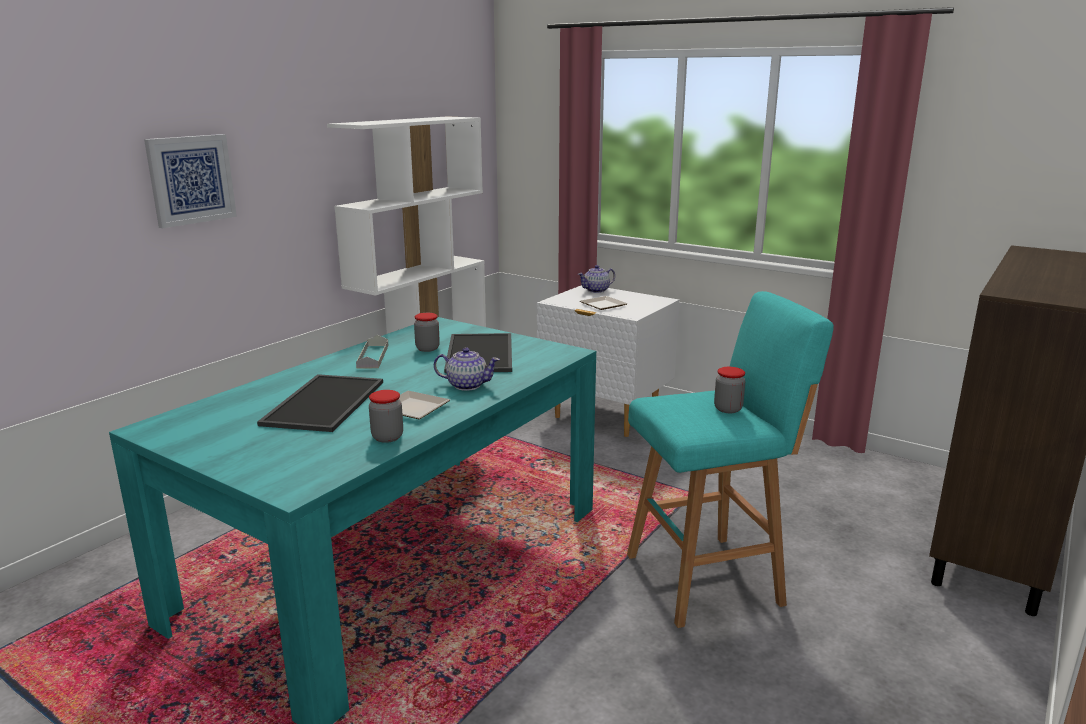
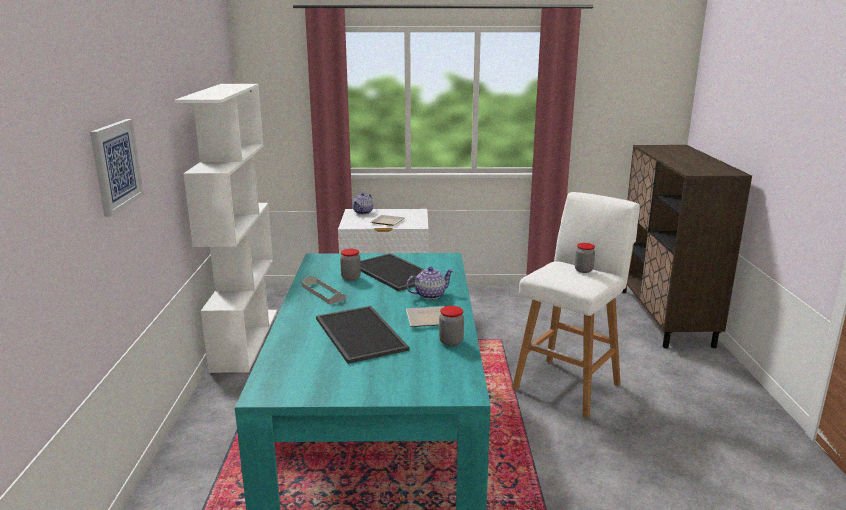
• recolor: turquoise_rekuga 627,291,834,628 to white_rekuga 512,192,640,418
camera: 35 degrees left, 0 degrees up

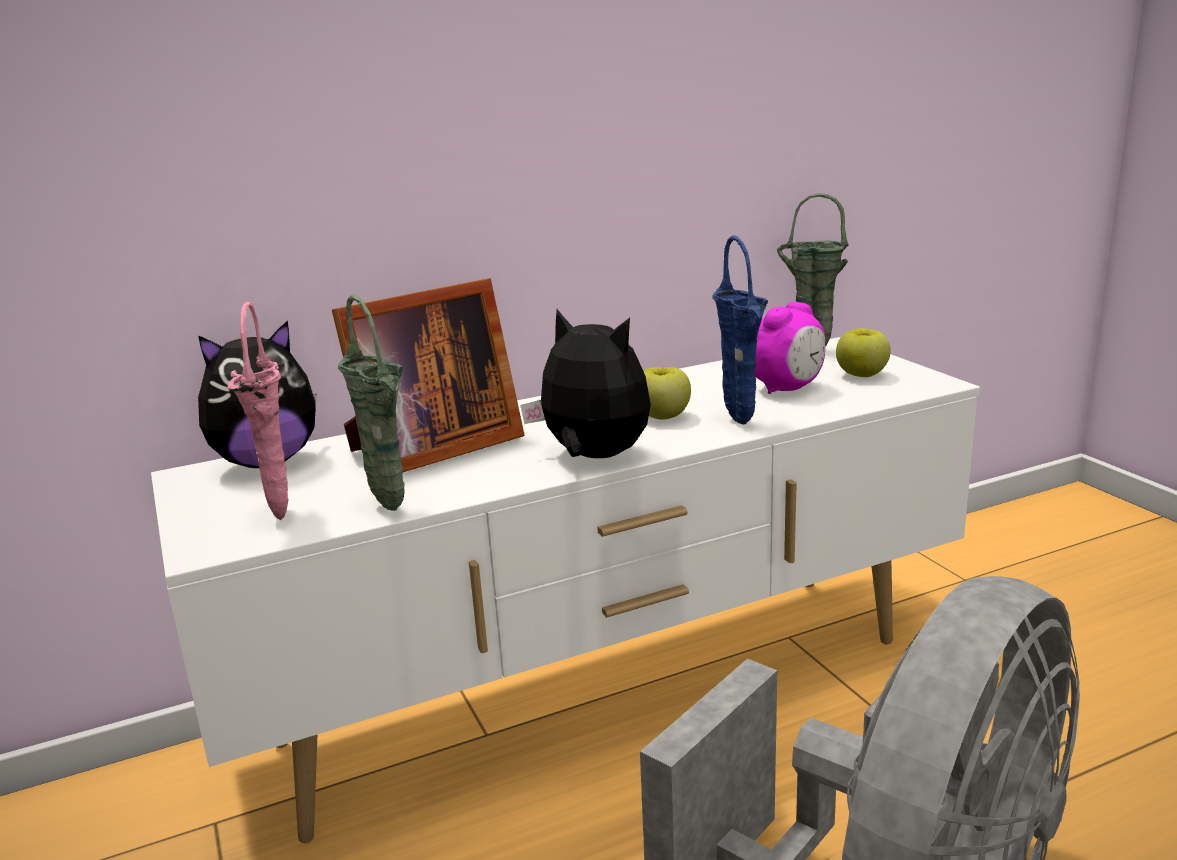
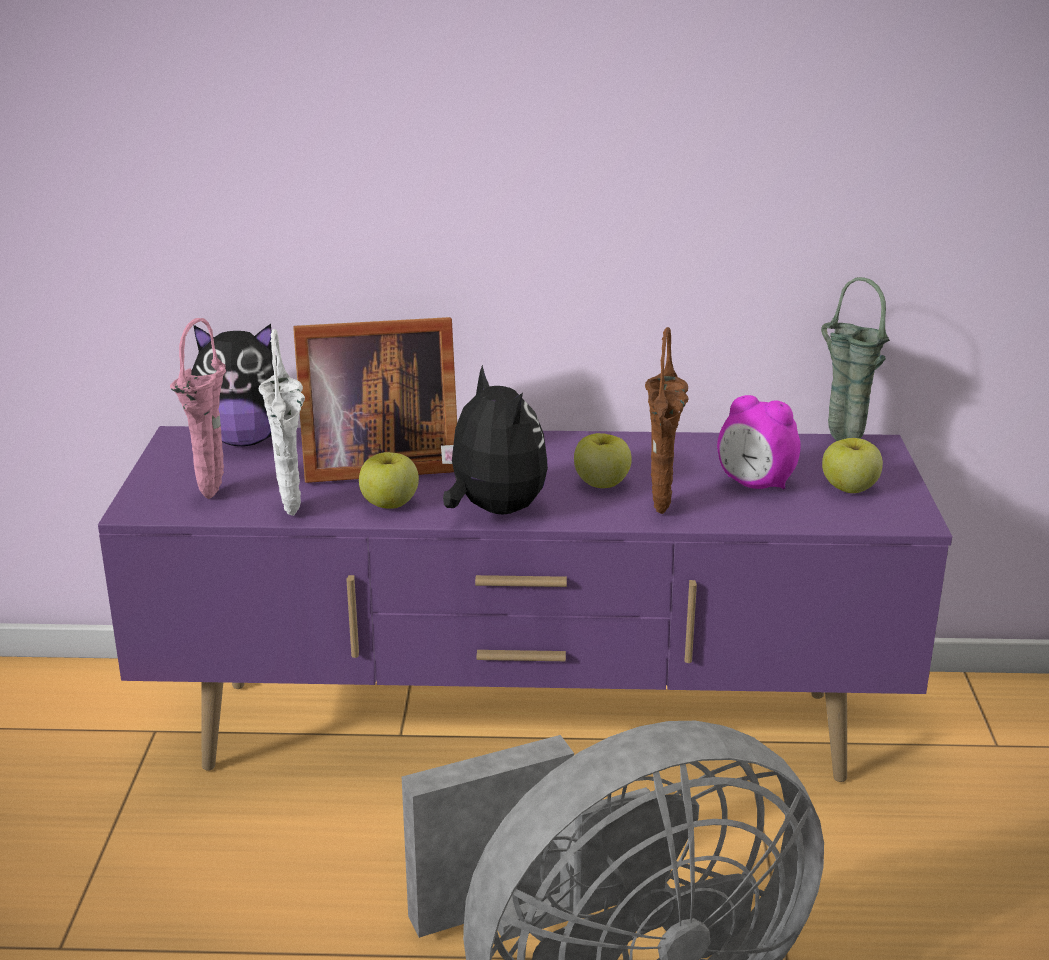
• recolor: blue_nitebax 712,235,768,425 to brown_nitebax 645,327,689,514
• recolor: green_nitebax 338,294,405,511 to white_nitebax 259,329,305,515
• rotate: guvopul 755,302,825,394 = 717,395,801,489 45 degrees clockwise
• recolor: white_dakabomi 151,337,980,843 to purple_dakabomi 98,426,952,782
• insert: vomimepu 359,452,419,509
camera: 25 degrees right, 5 degrees up

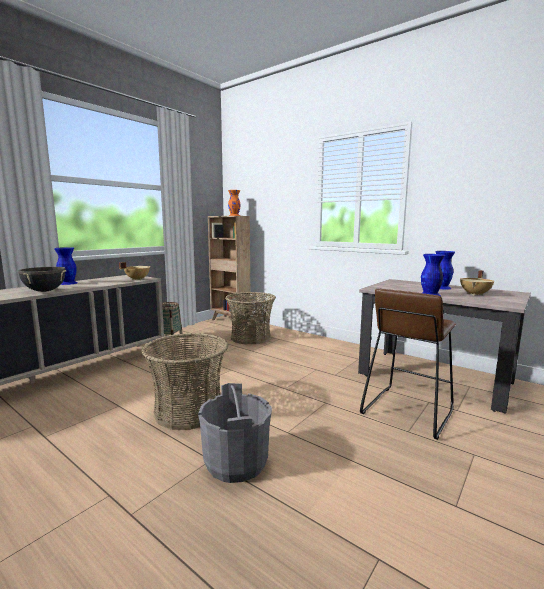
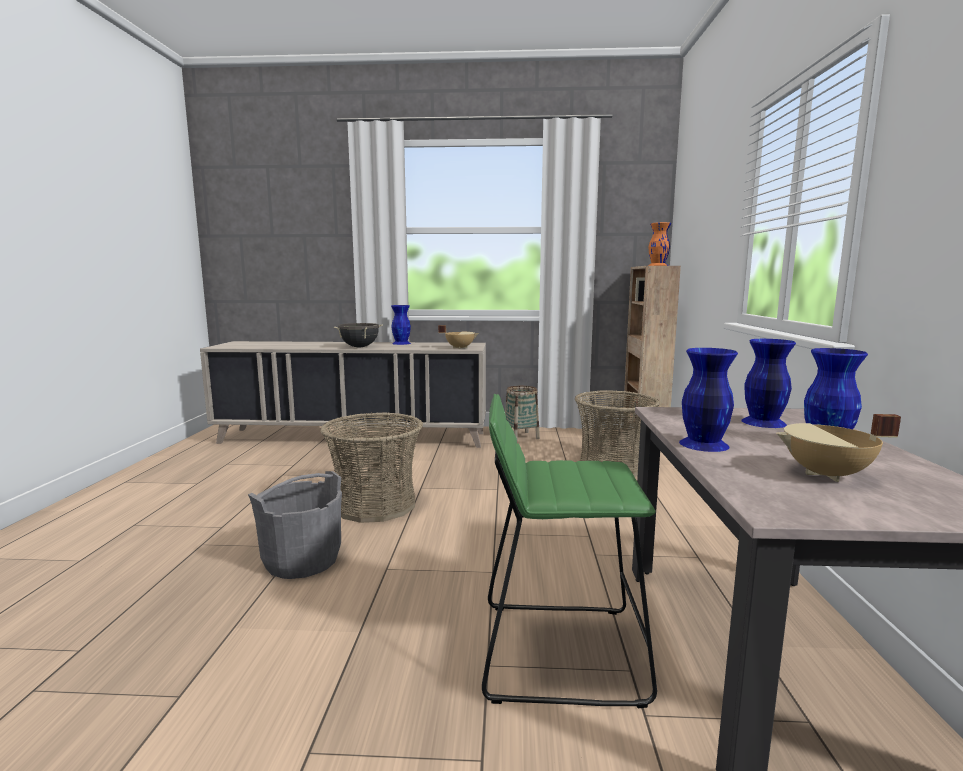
• recolor: brown_rekuga 360,289,456,440 to green_rekuga 482,394,657,708
• insert: blue_nitebax 741,339,796,428
camera: 55 degrees right, 0 degrees up

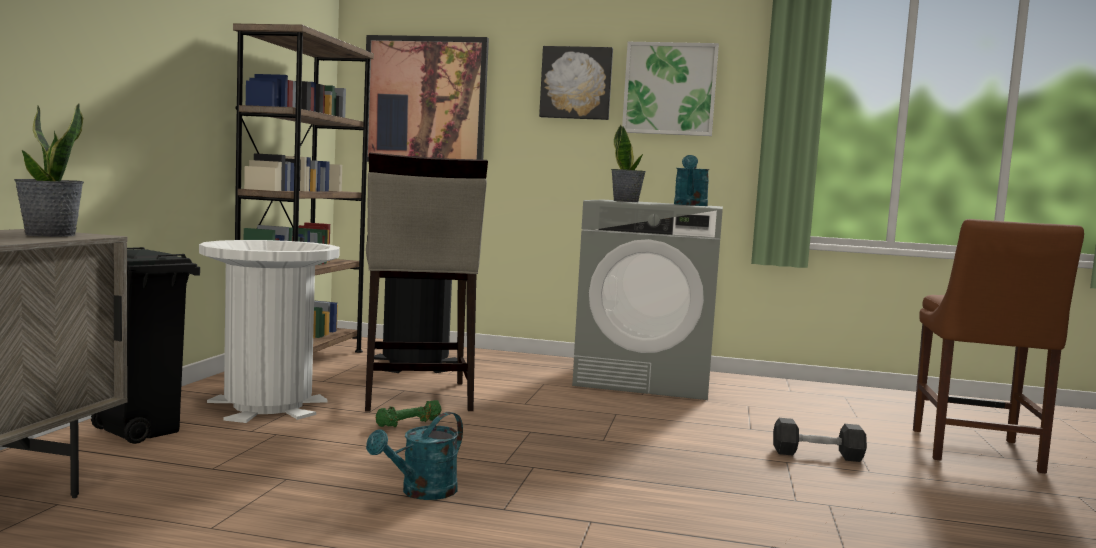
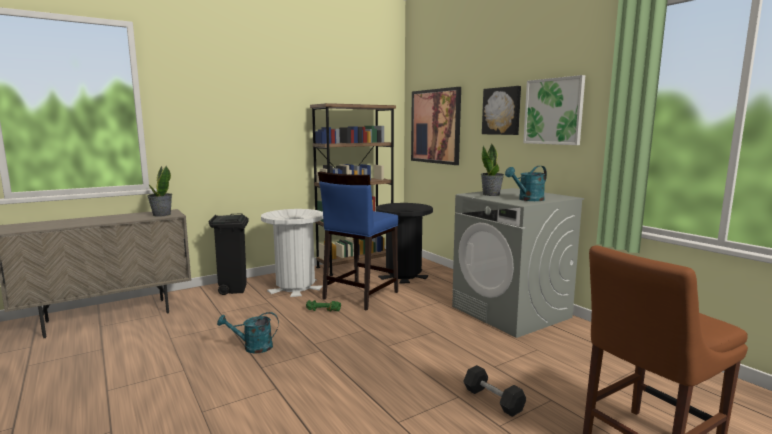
• recolor: beige_rekuga 365,153,488,412 to blue_rekuga 318,171,398,311
camera: 45 degrees right, 5 degrees up

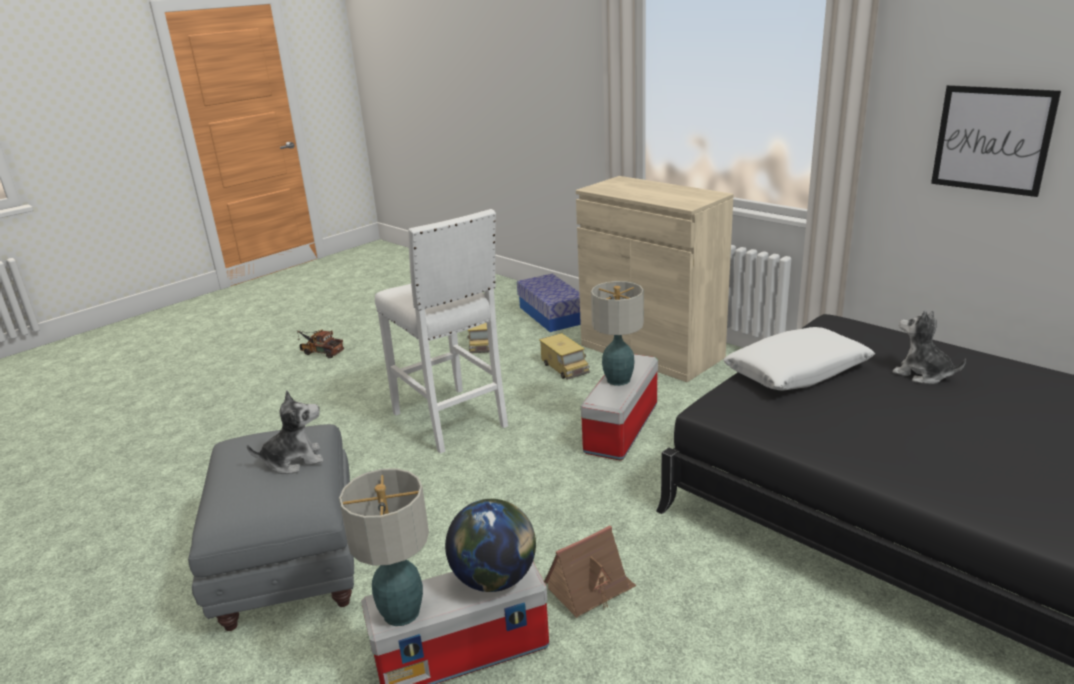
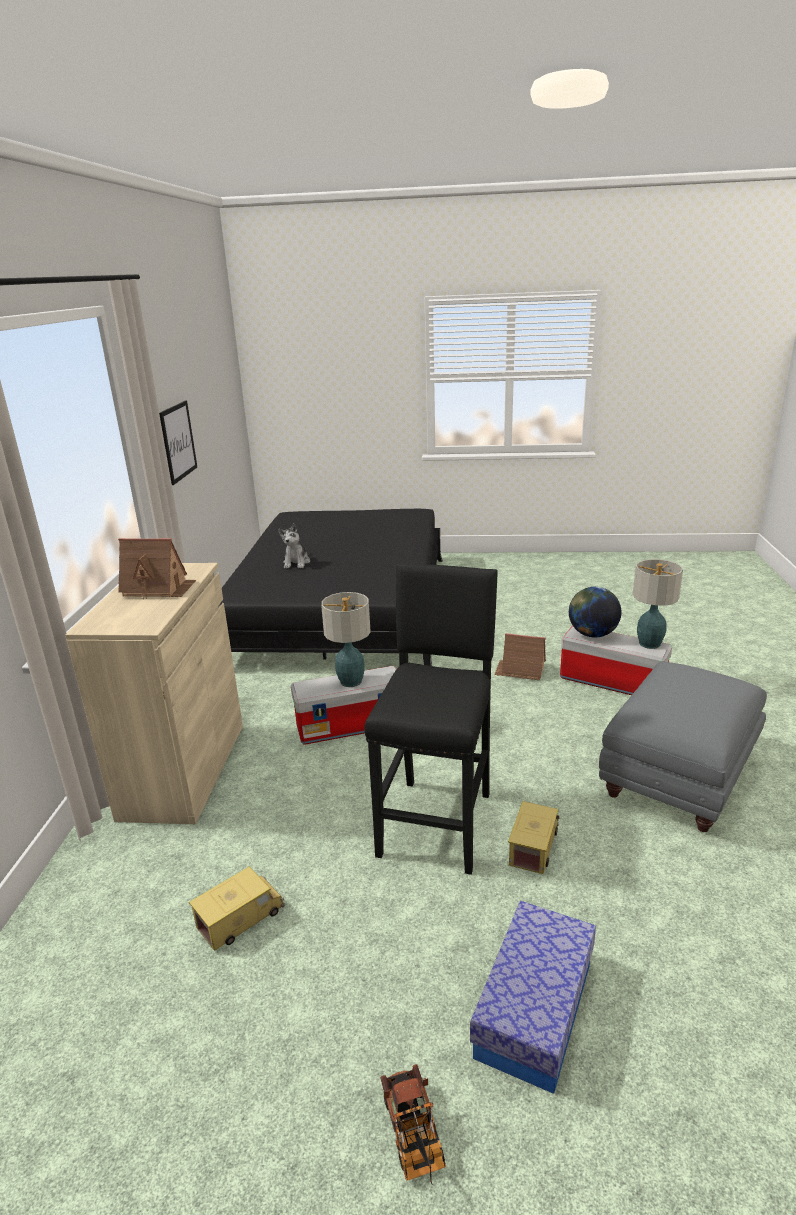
• recolor: white_rekuga 375,209,508,454 to black_rekuga 364,563,498,875
• move: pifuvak 517,274,581,332 to 470,901,596,1094
• delete: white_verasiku 723,327,875,390
• move: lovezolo 539,333,590,380 to 508,801,559,874
• delete: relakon 246,390,323,474
• insert: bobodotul 118,538,196,599
camera: 130 degrees left, 0 degrees up

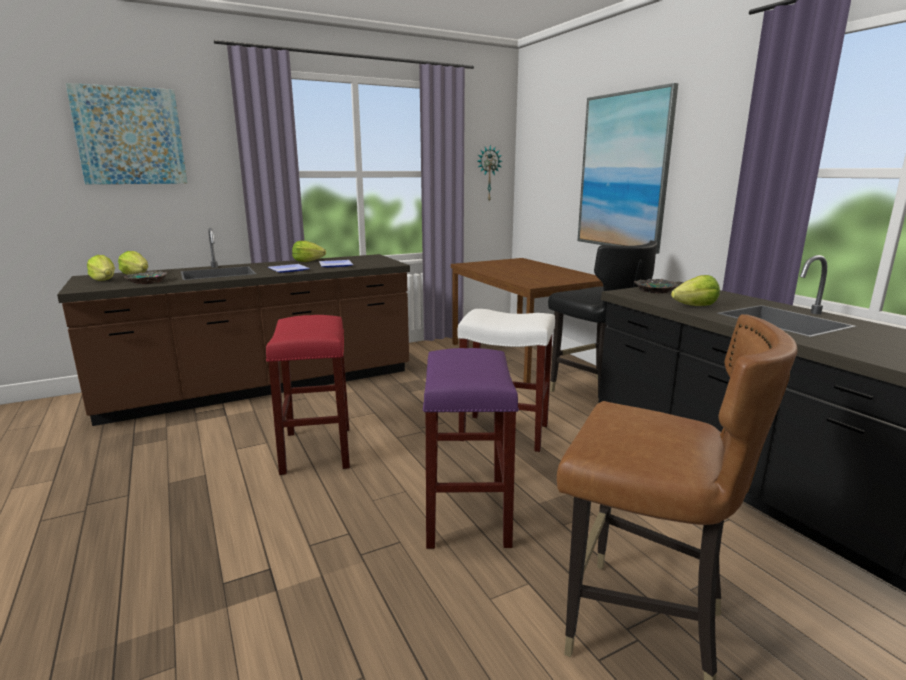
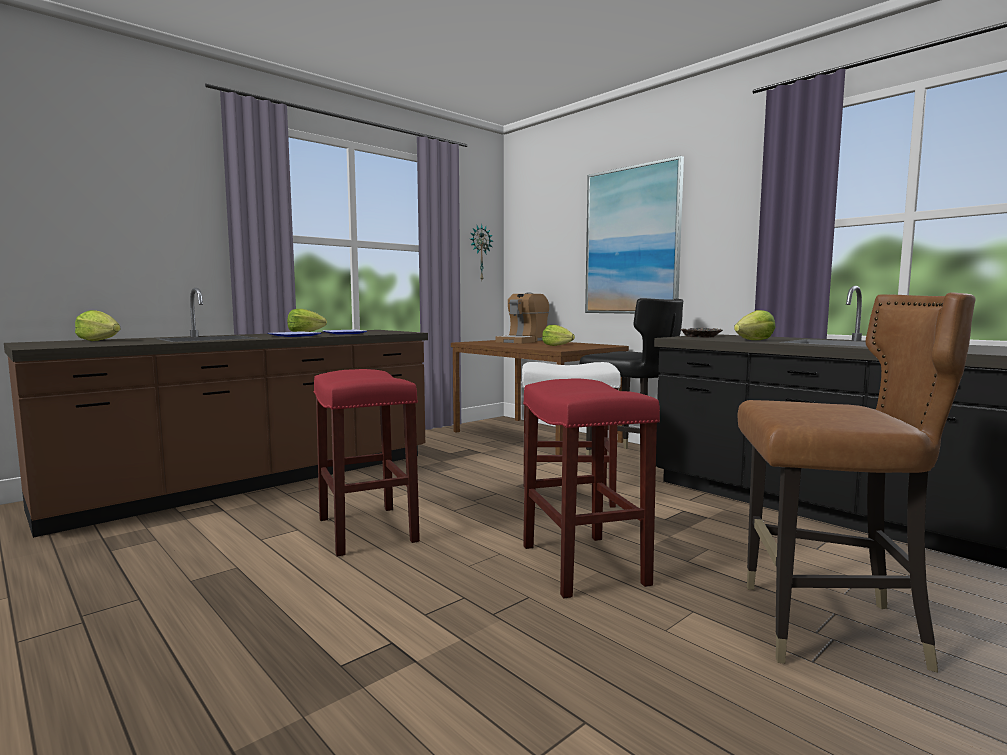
• delete: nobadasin 66,83,187,184
• move: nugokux 87,255,115,281 to 542,325,575,346
• delete: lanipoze 124,271,167,284
• recolor: purple_rekuga 423,348,519,549 to red_rekuga 523,379,660,598
• insert: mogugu 496,293,549,344
camera: 15 degrees left, 10 degrees down

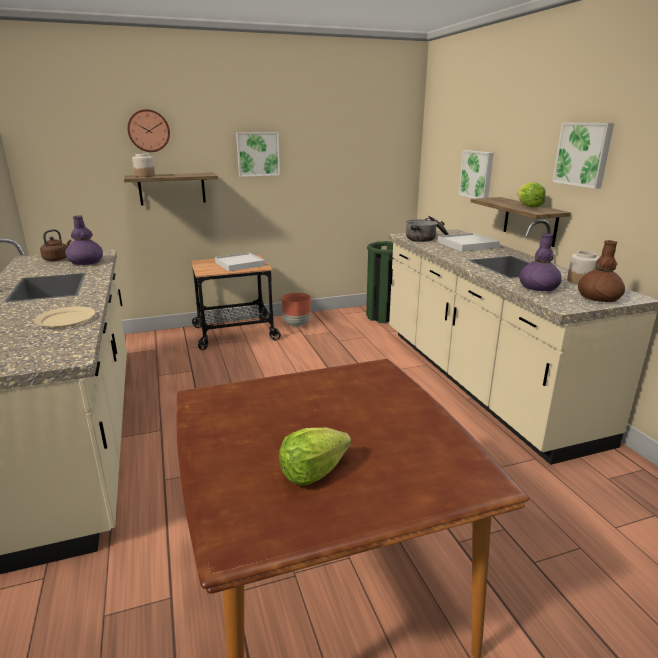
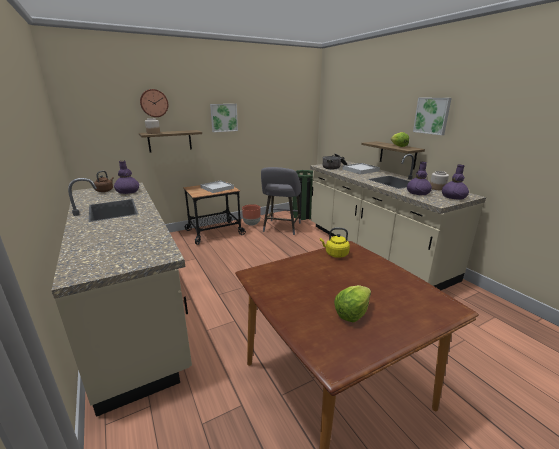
• delete: nobadasin 459,150,494,199
• recolor: brown_nitebax 578,240,625,302 to purple_nitebax 442,164,469,200
• delete: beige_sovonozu 34,306,95,328
• insert: grey_rekuga 261,167,301,235
• insert: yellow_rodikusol 320,228,350,258
camera: 10 degrees left, 0 degrees up

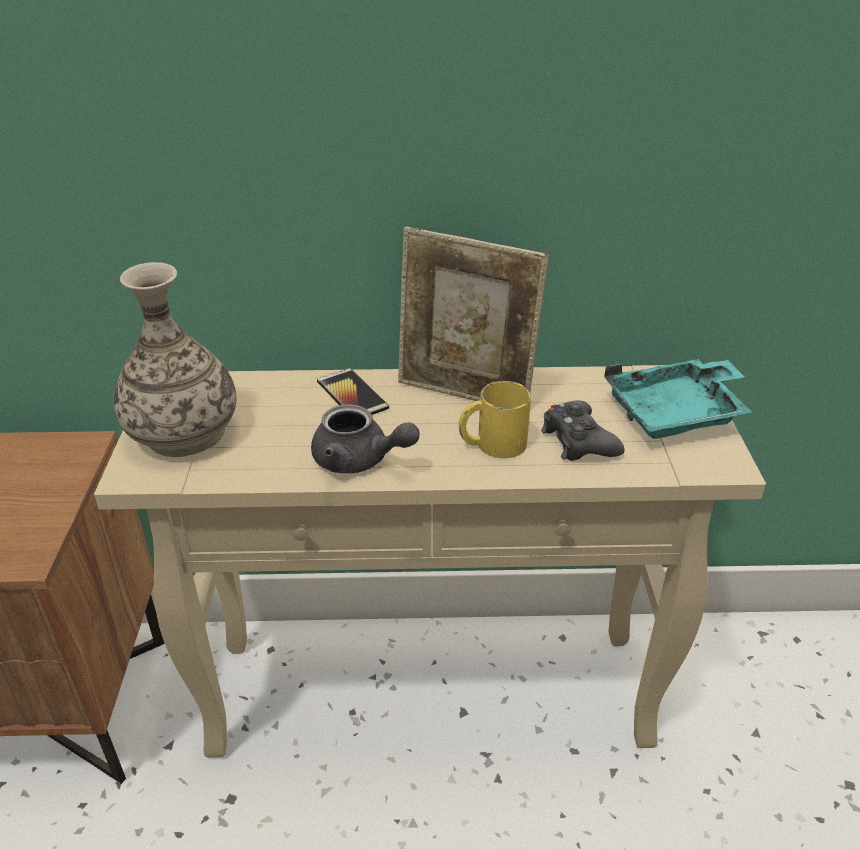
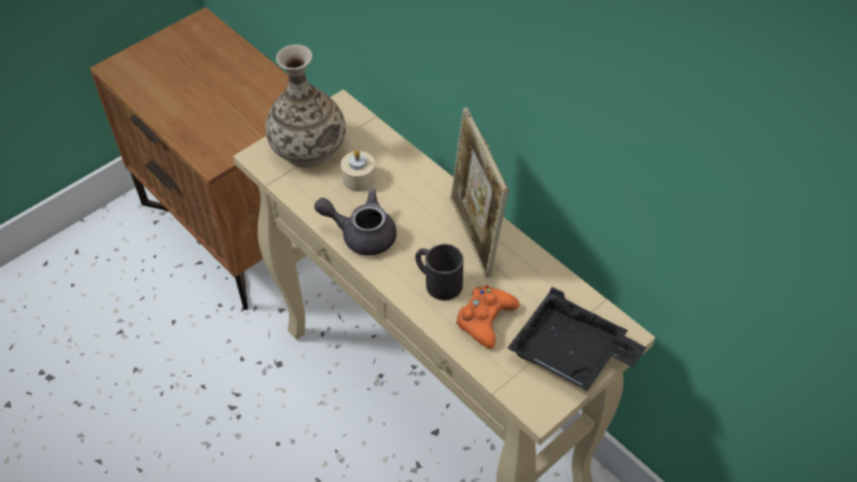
• recolor: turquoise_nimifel 604,358,752,439 to black_nimifel 508,287,646,391
• delete: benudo 317,368,389,415
• recolor: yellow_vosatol 458,381,531,458 to black_vosatol 415,244,463,301
• recolor: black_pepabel 541,400,625,461 to orange_pepabel 456,285,519,349
• rotate: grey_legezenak 311,404,420,473 = 314,188,397,256 120 degrees clockwise
• insert: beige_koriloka 341,150,376,192
camera: 50 degrees right, 15 degrees up

